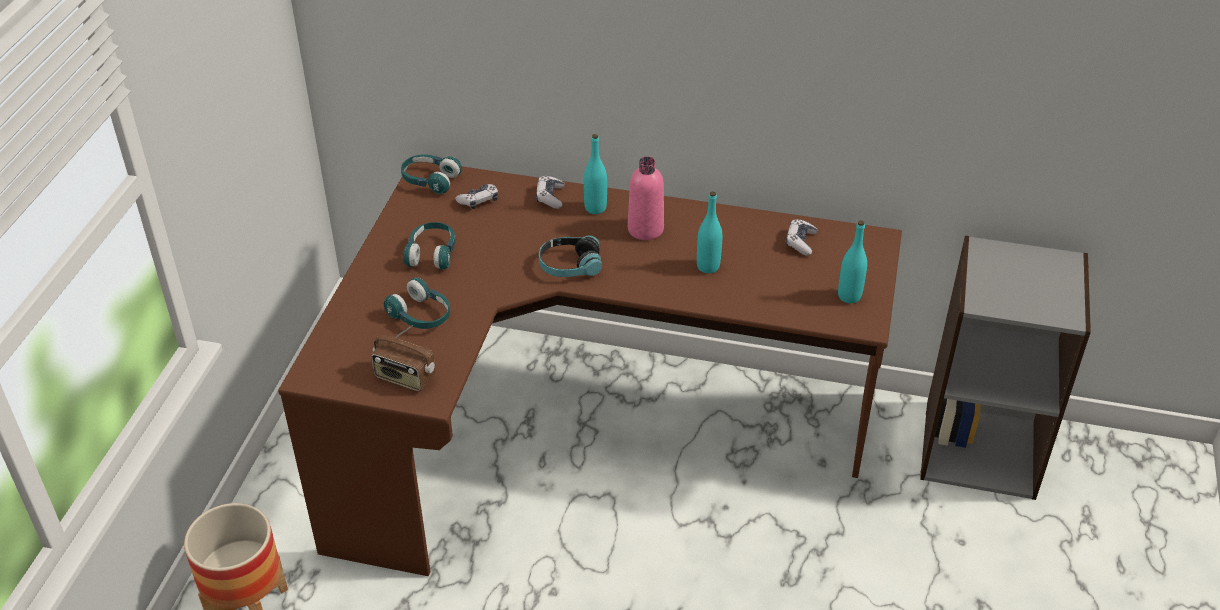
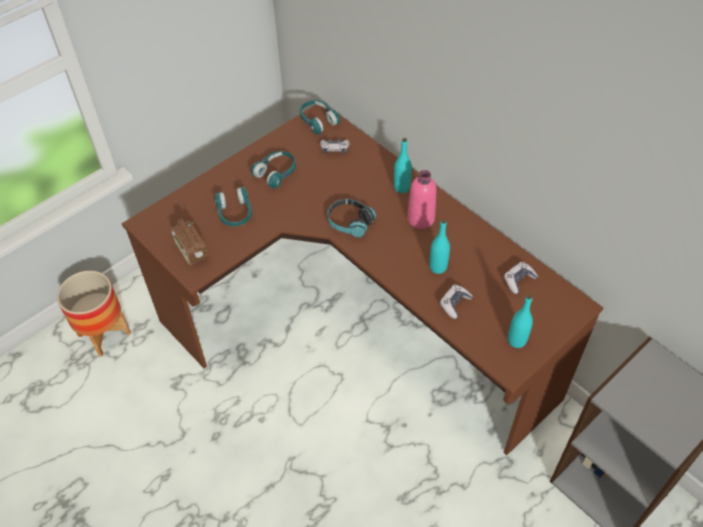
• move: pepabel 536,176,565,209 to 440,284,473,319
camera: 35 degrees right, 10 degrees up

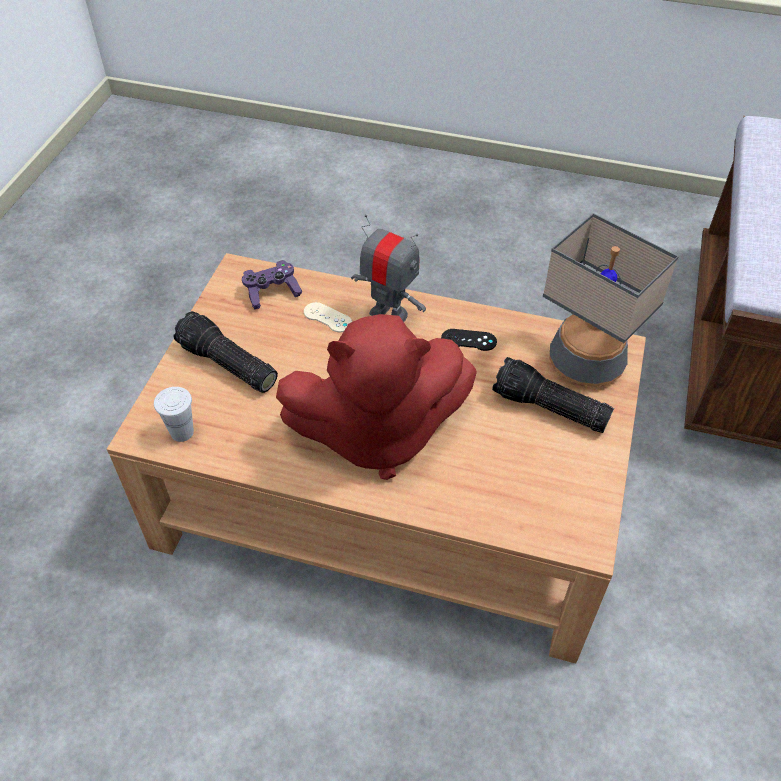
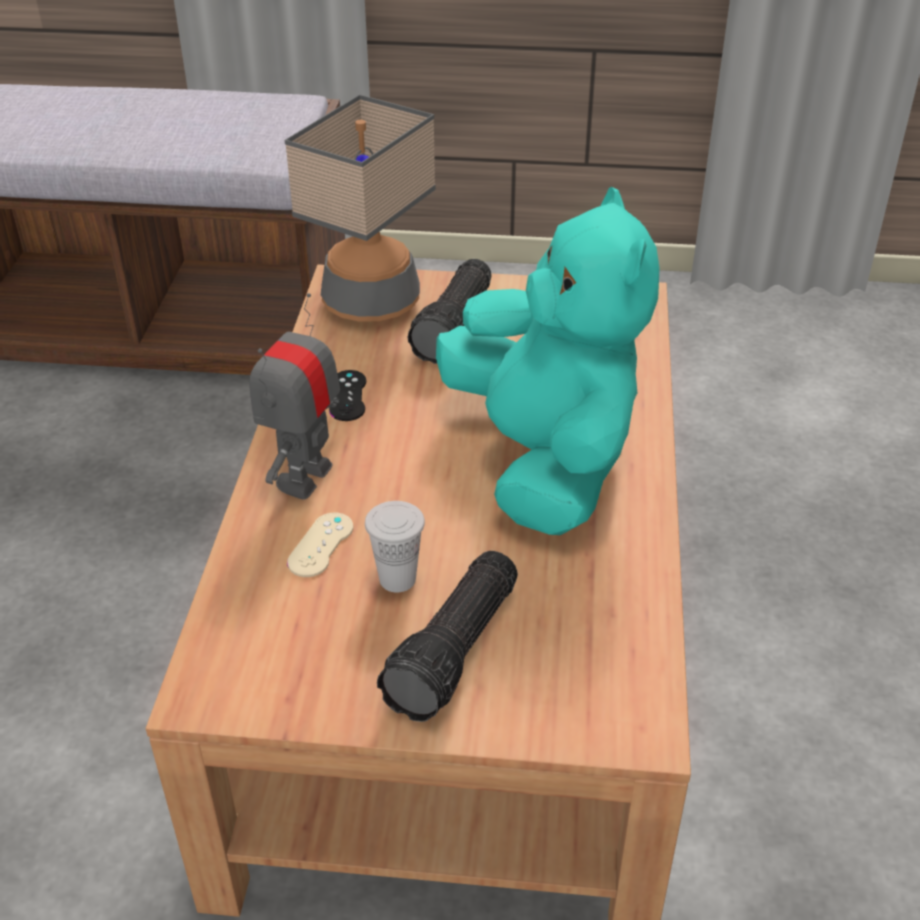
• delete: purple_pepabel 242,260,302,310
• recolor: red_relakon 276,314,477,480 to turquoise_relakon 436,187,660,535
• move: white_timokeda 154,387,194,442 to 365,501,425,593
camera: 100 degrees left, 10 degrees down

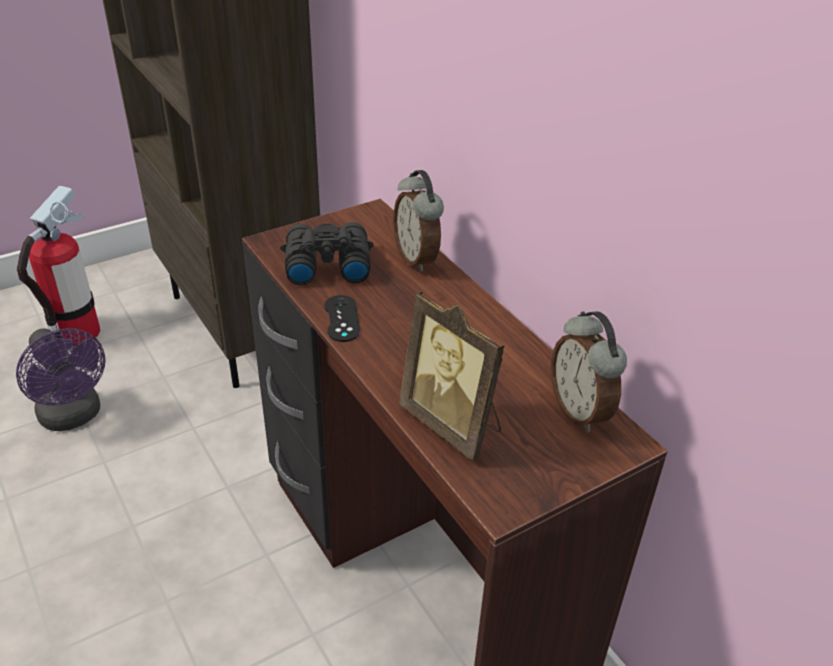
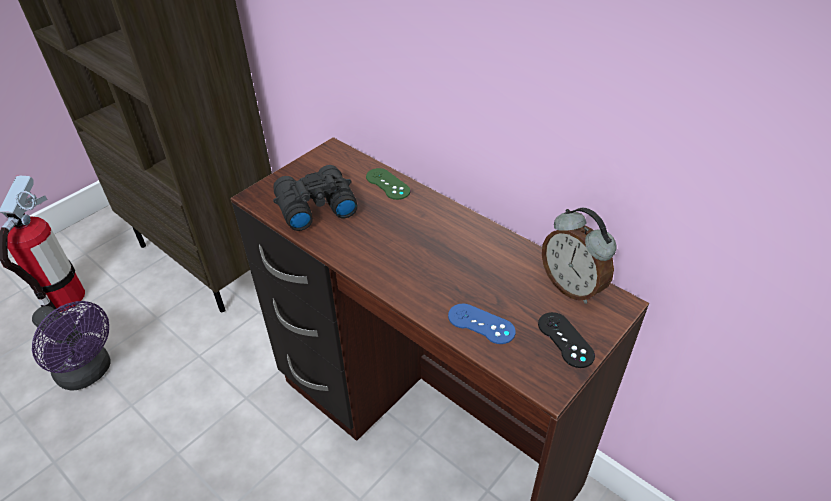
• replace: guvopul 393,170,444,272 to green_pepabel 366,168,410,200
• replace: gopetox 399,291,505,461 to blue_pepabel 448,304,516,344
• move: black_pepabel 324,295,360,342 to 538,312,595,368
camera: 15 degrees left, 5 degrees up

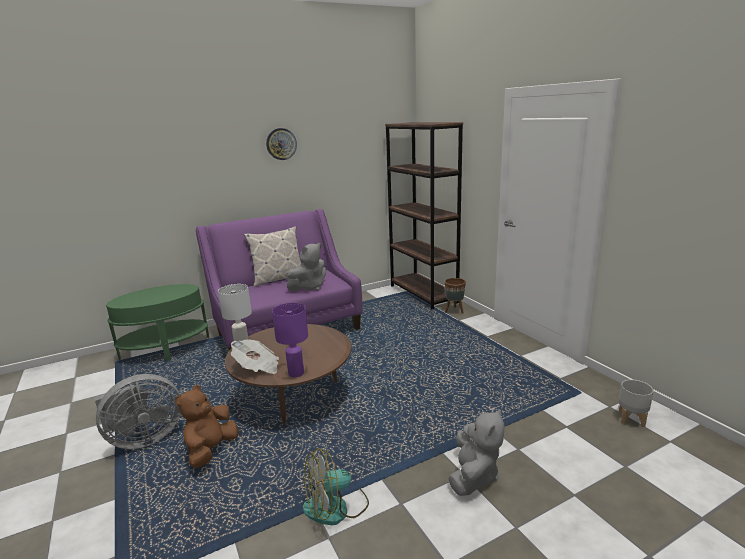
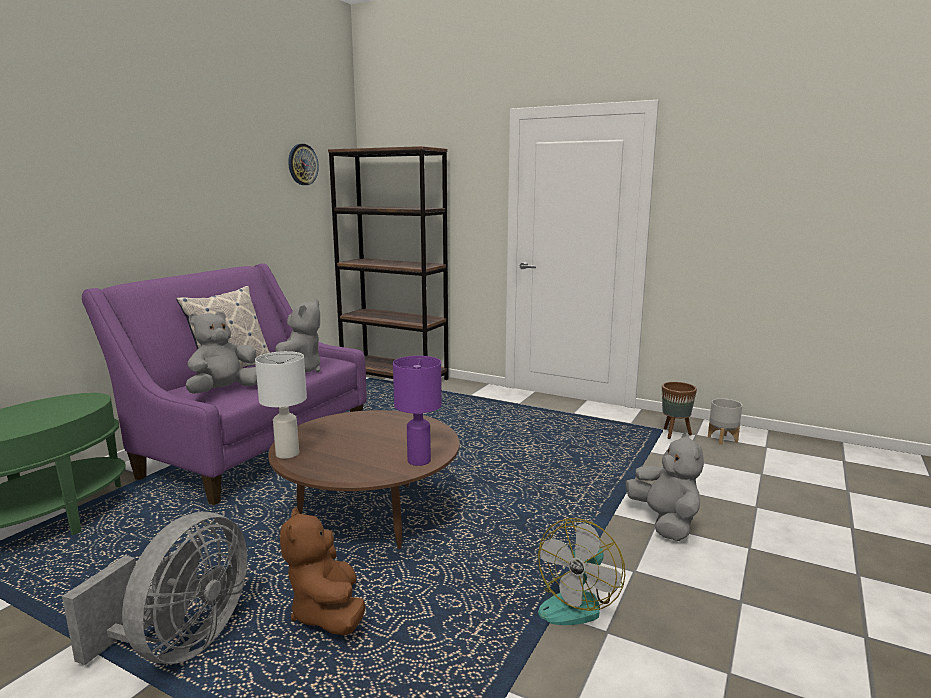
• move: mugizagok 266,128,297,160 to 288,144,319,185
• move: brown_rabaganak 444,278,466,314 to 662,382,697,439
• delete: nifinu 231,339,279,374
• insert: grey_relakon 186,311,257,394
camera: 35 degrees left, 5 degrees down

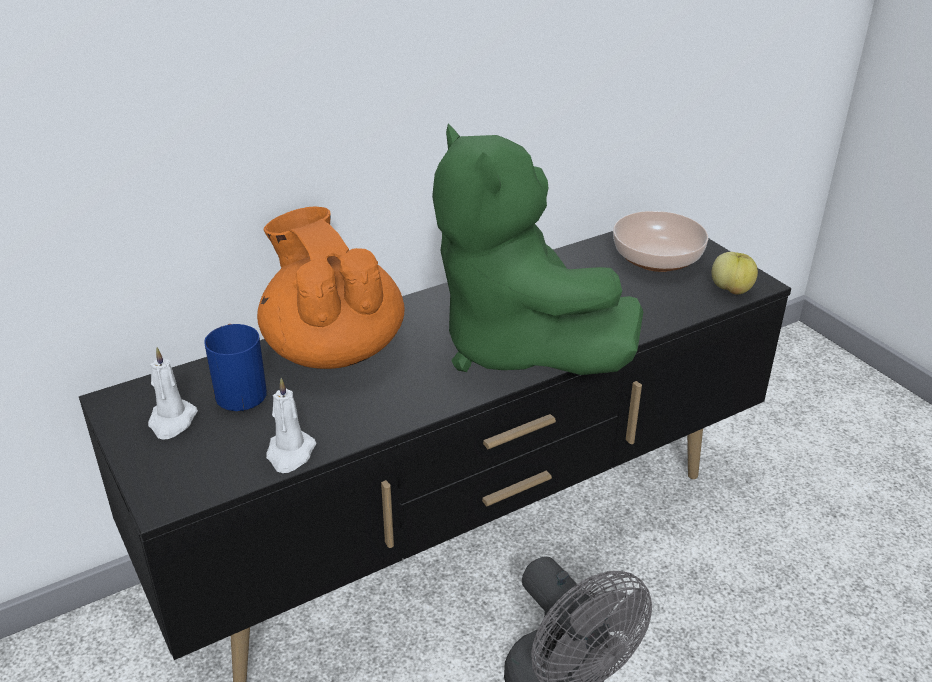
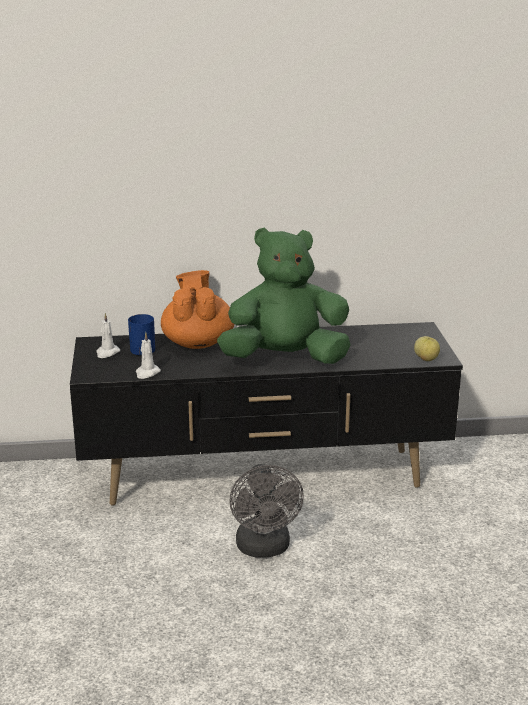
• rotate: green_relakon 432,124,643,375 = 217,227,350,364 90 degrees clockwise
• delete: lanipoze 613,211,708,272
camera: 25 degrees right, 10 degrees down

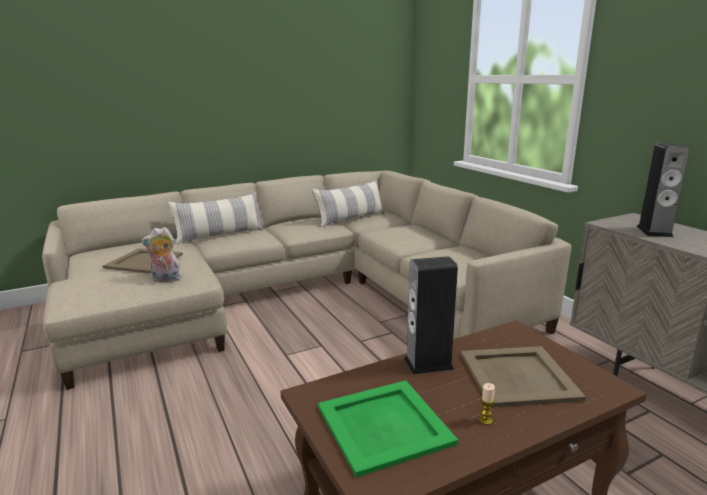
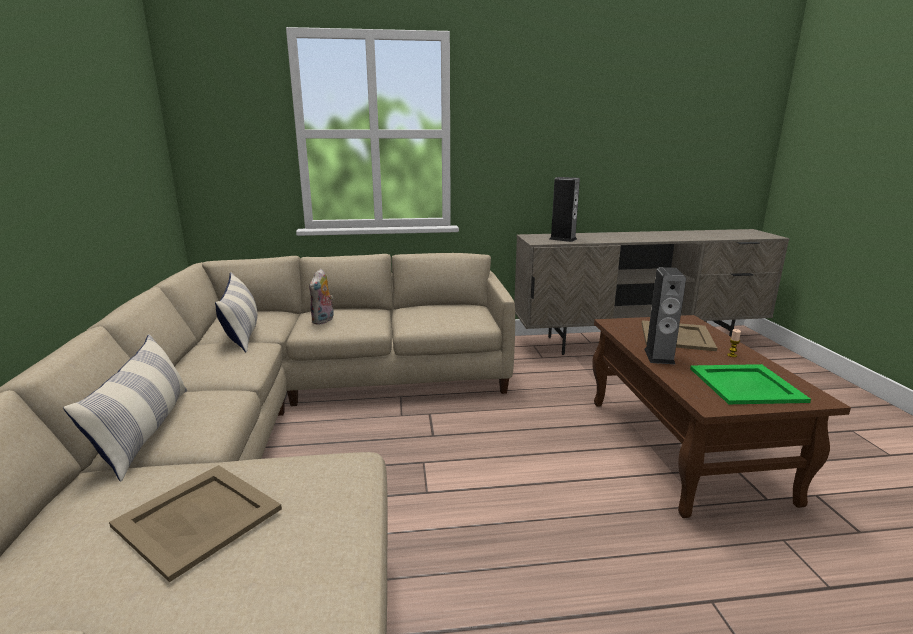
• move: relakon 141,227,182,282 to 309,269,334,325
camera: 70 degrees left, 0 degrees up

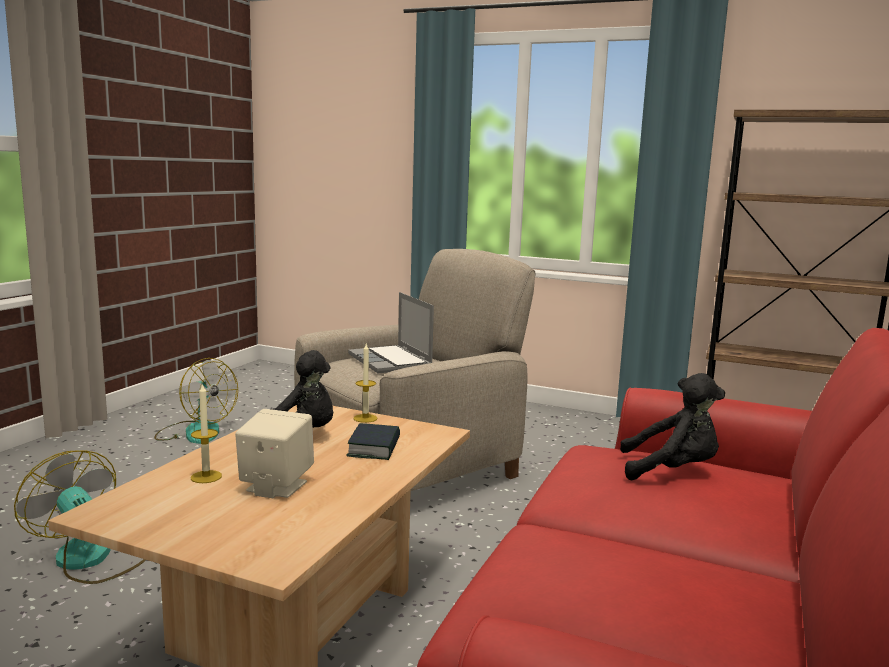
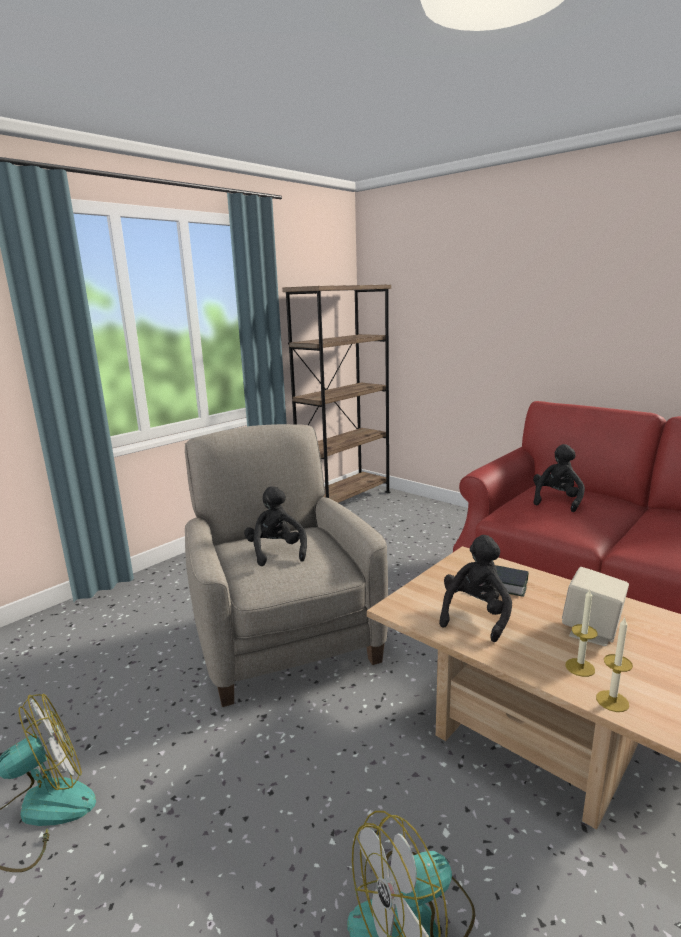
• replace: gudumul 348,292,434,373 to black_relakon 244,486,307,566
• move: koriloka 353,344,378,423 to 596,618,633,712
camera: 70 degrees left, 5 degrees up

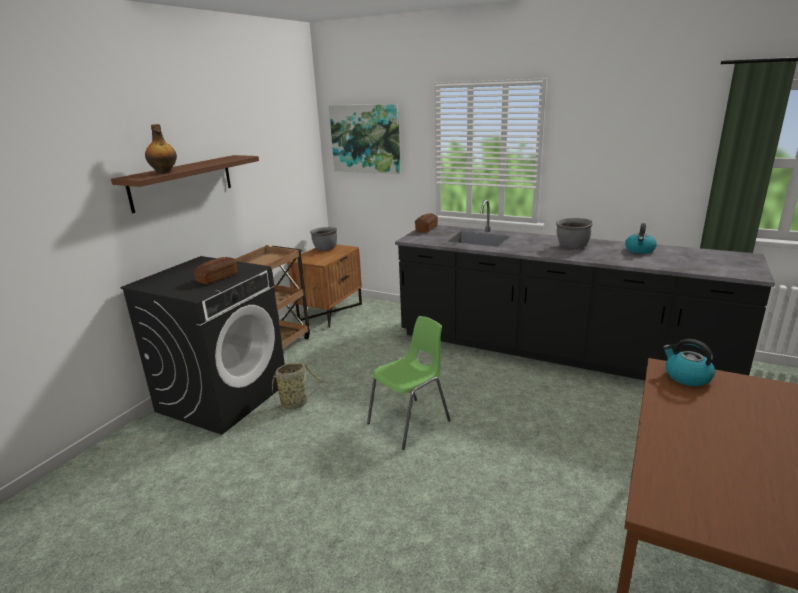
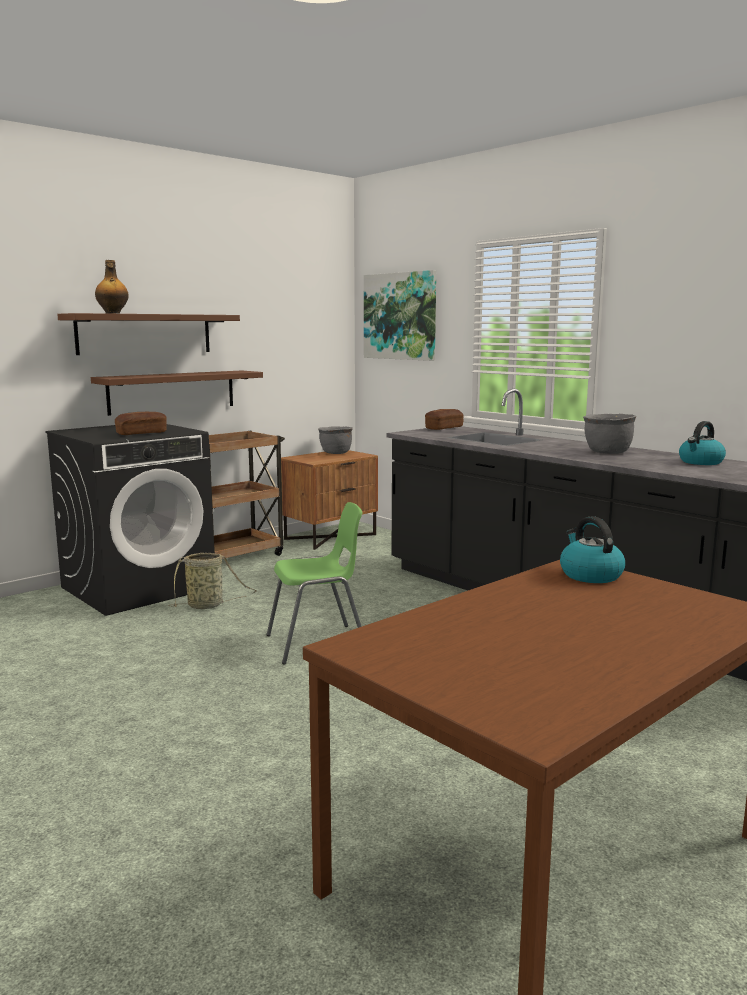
• insert: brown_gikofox 91,370,263,416
camera: 20 degrees right, 10 degrees down

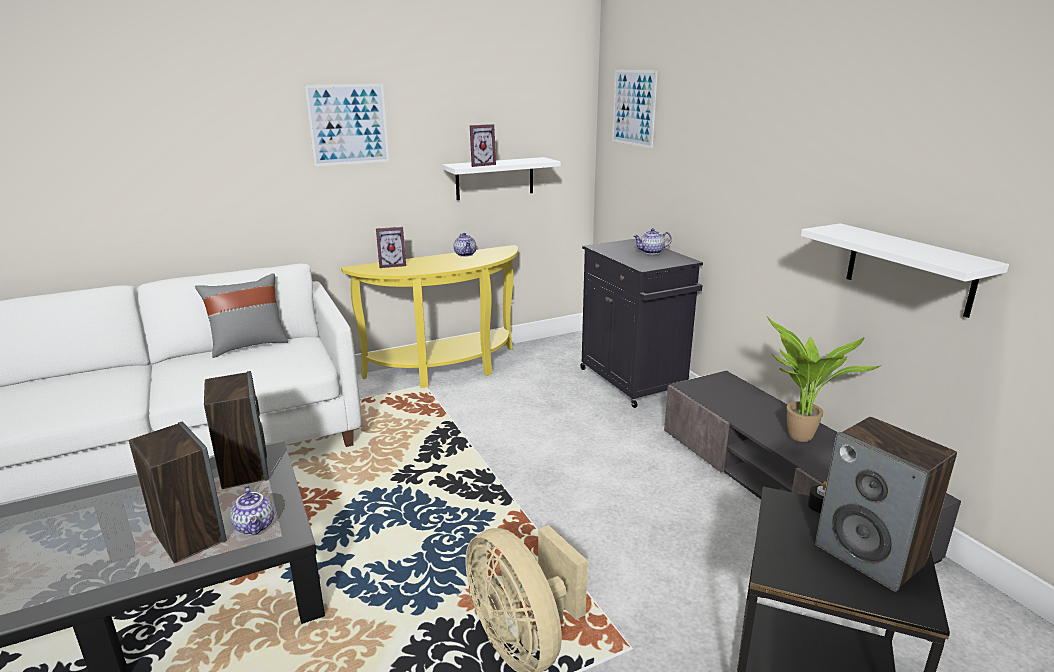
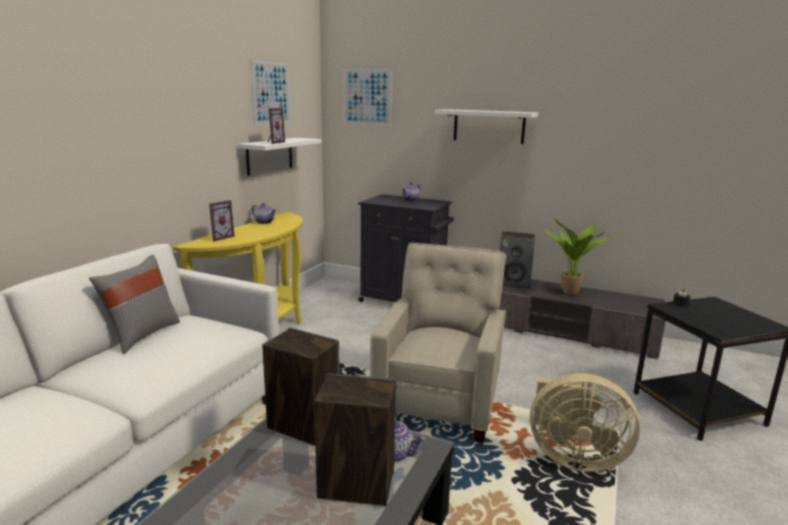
• move: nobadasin 304,84,389,166 to 251,60,290,125
• move: white_gikofox 801,223,1009,318 to 435,109,538,144
• move: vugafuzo 815,417,957,592 to 500,231,535,288
• insert: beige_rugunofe 370,243,506,443
camera: 40 degrees left, 5 degrees down

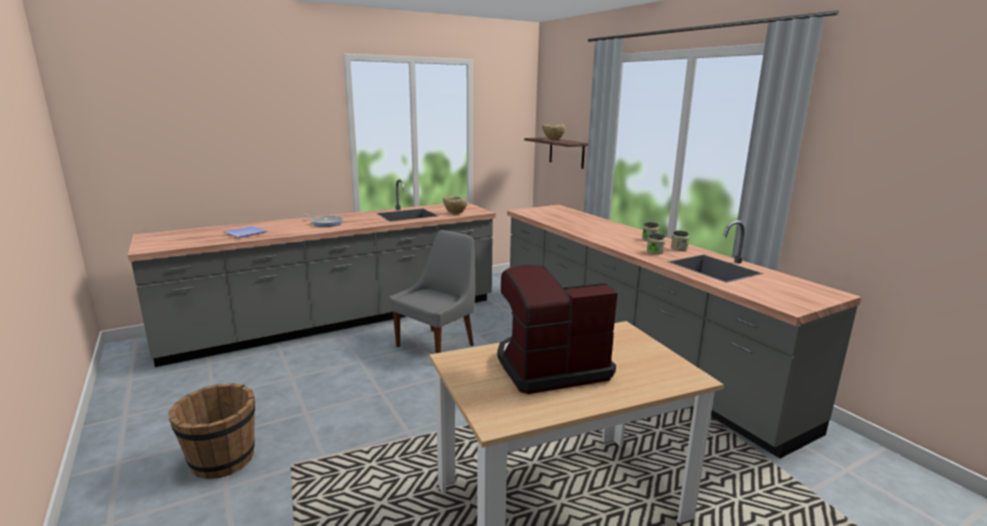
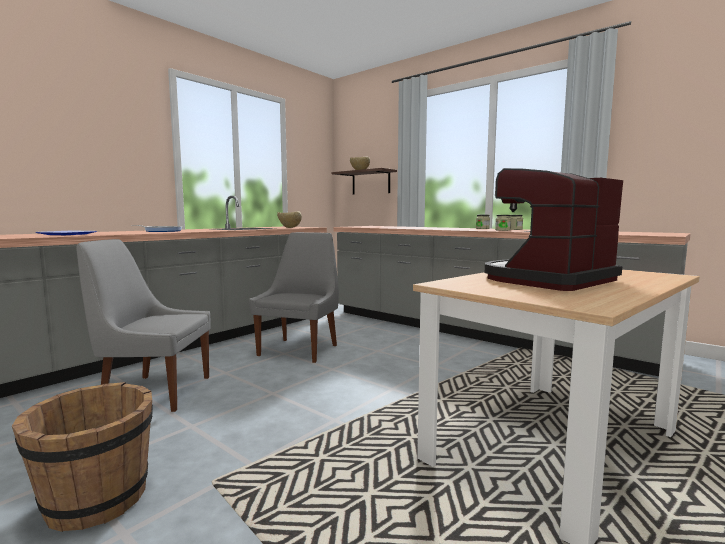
• insert: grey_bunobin 76,239,210,412
camera: 20 degrees left, 10 degrees down

